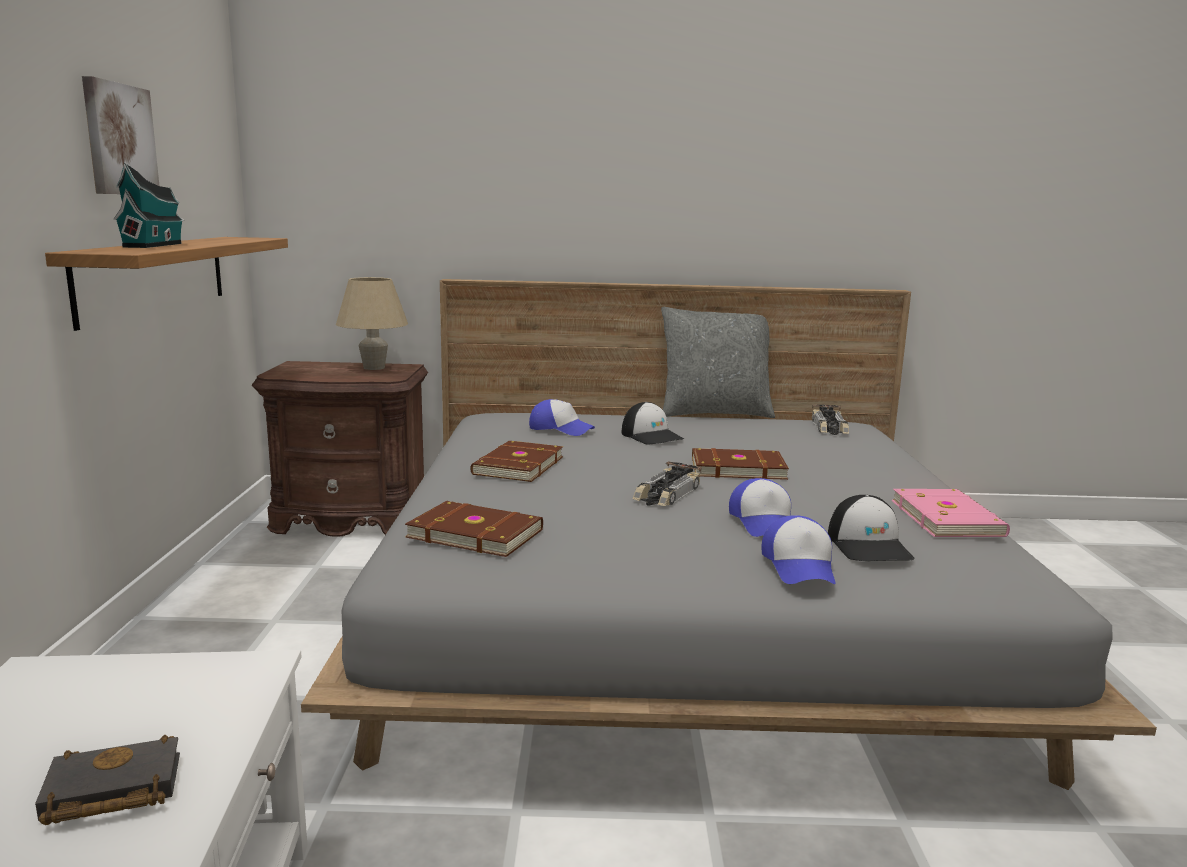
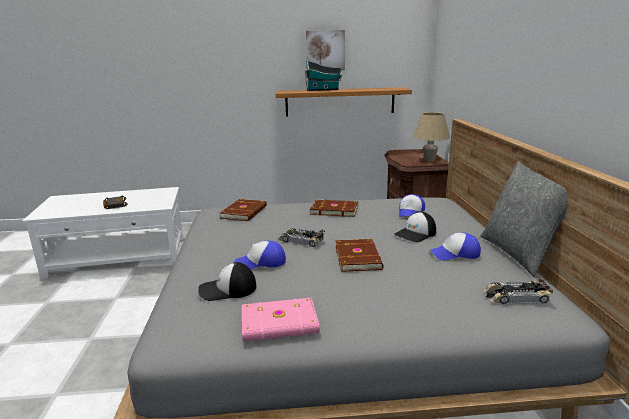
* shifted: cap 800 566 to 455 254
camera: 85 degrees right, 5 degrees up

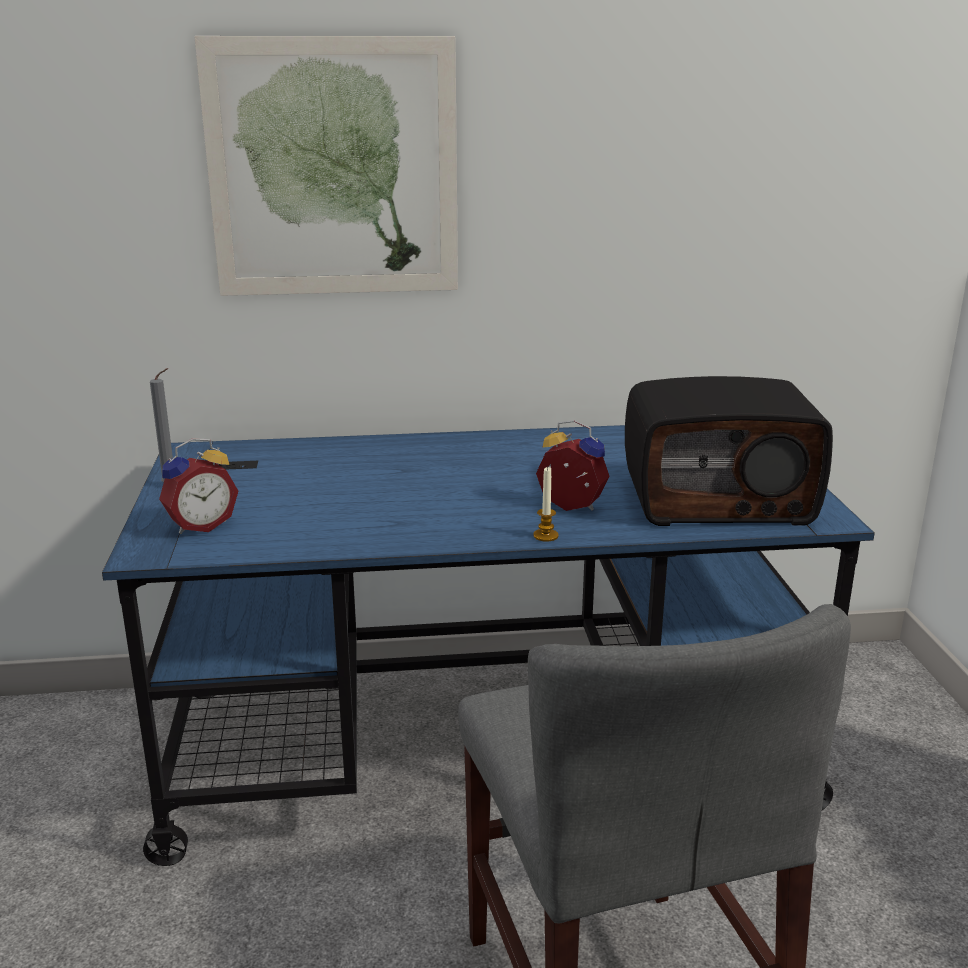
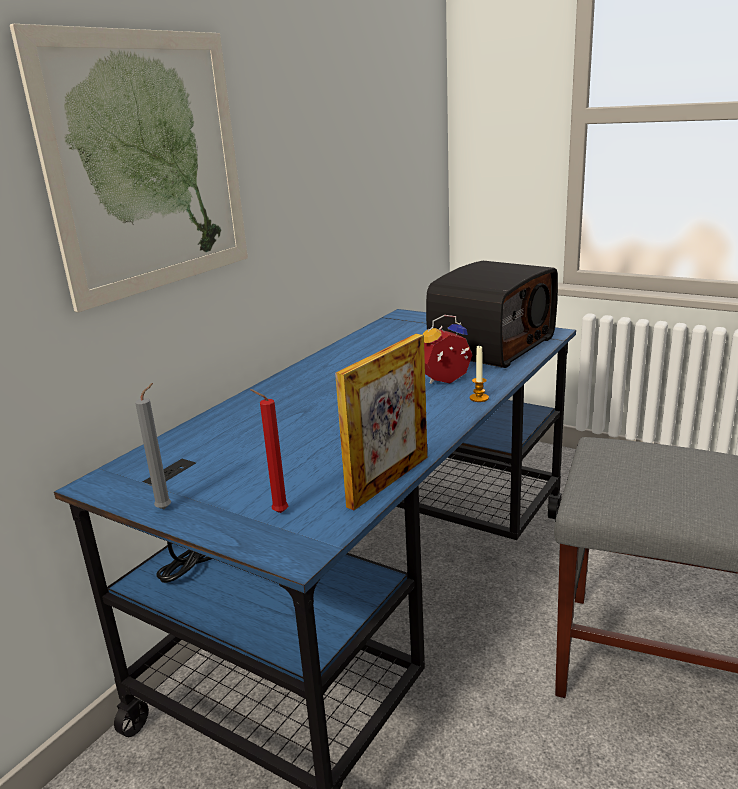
* swapped: alarm clock 200 525 to red candle 277 513
* new: picture frame 389 481
camera: 50 degrees left, 0 degrees up

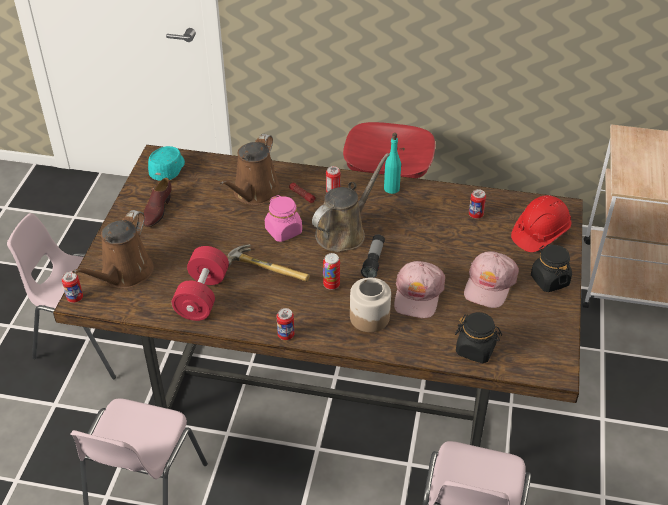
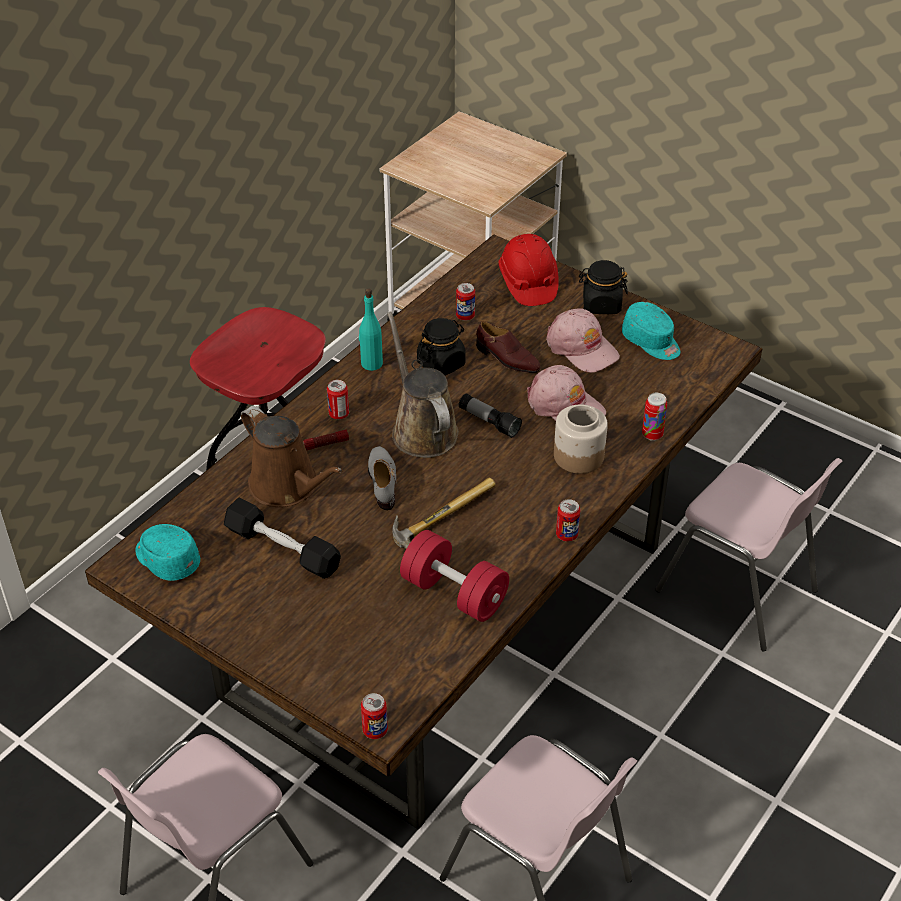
* gone: brown watering can 124 274
* shifted: brown shoe 157 210 to 507 359
* swapped: pink jar 284 231 to grey shoe 383 481
* shifted: can 331 285 to 652 435
* shifted: black jar 475 349 to 441 363
* new: black dumbbell 282 549
* new: turquoise cap 651 342
camera: 65 degrees left, 0 degrees up

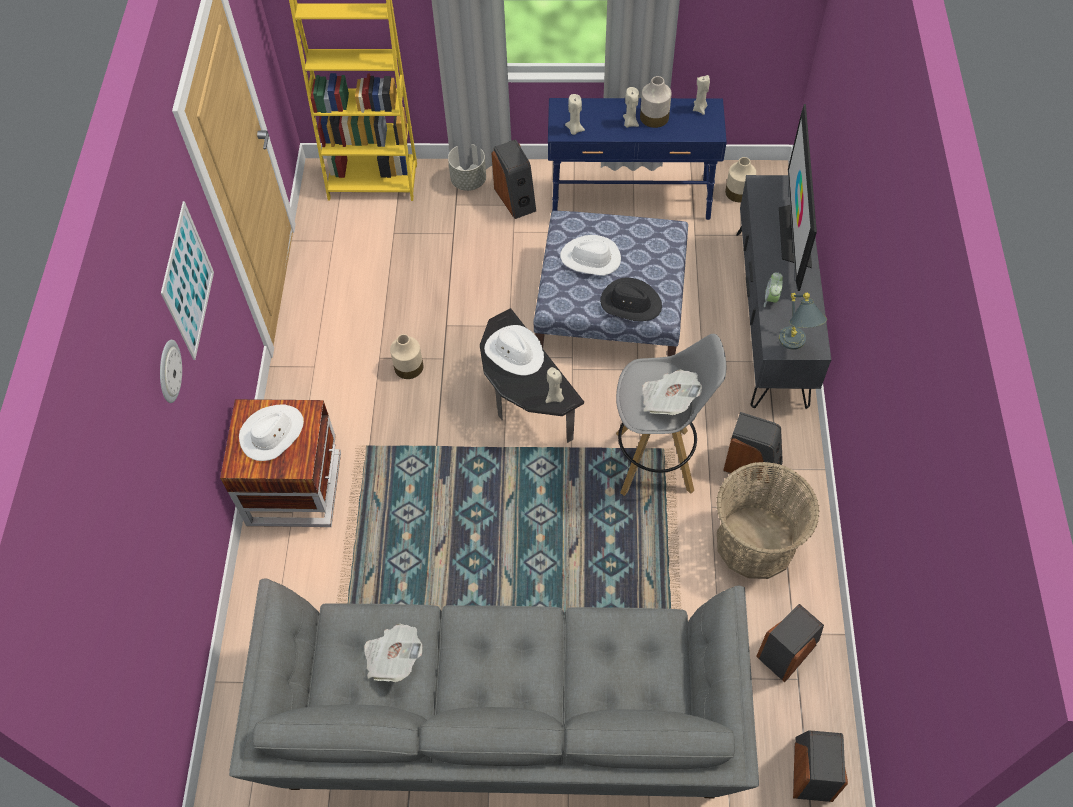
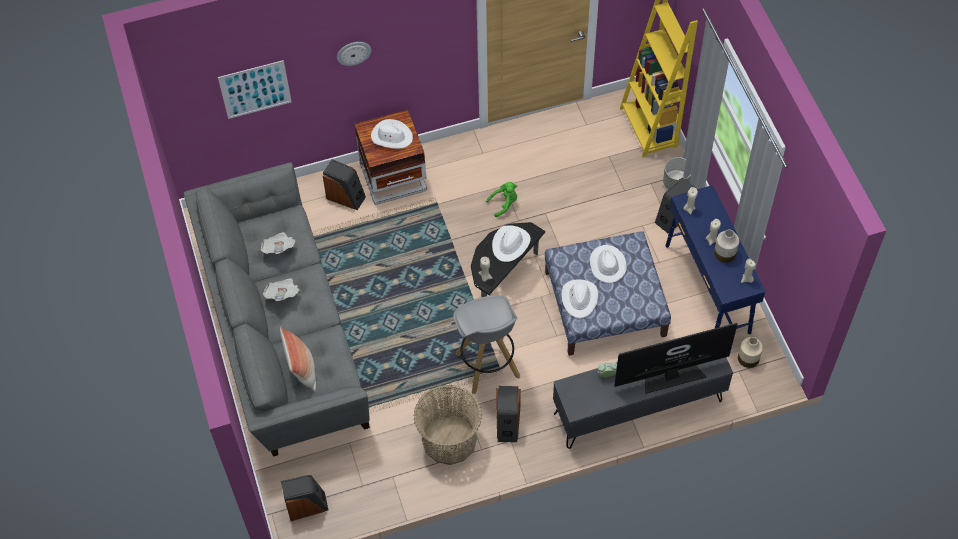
* shifted: picture 188 281 to 255 89
* swapped: beige vase 409 366 to green plush toy 504 203
* repainted: black hat 630 303 to white hat 579 298
* shifted: newspaper 668 400 to 283 294
* shifted: speaker 788 650 to 346 197
* gone: grey table lamp 795 346
* new: pillow 302 370
camera: 70 degrees right, 0 degrees up

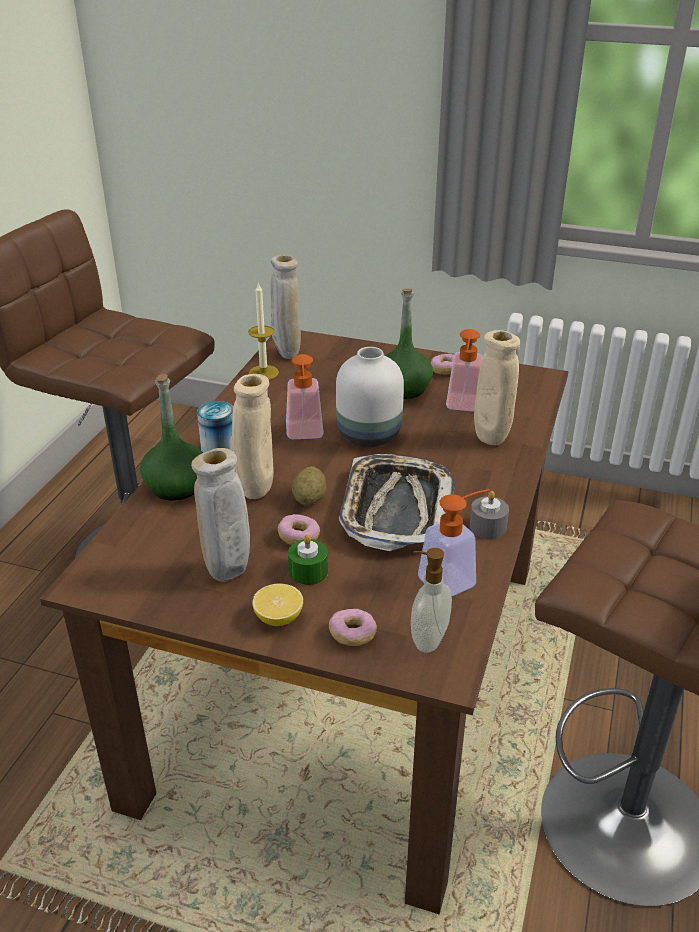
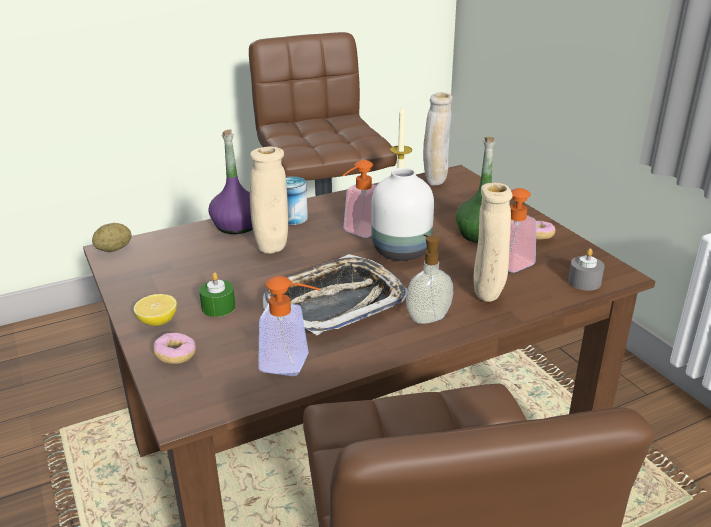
* repainted: green bottle 176 486 to purple bottle 236 225
* gone: beige vase 228 575
* gone: donut 299 537
* shifted: potato 309 499 to 114 249
* shifted: soap dispenser 427 639 to 428 317
* shifted: grey candle 488 527 to 584 282
camera: 45 degrees right, 5 degrees down

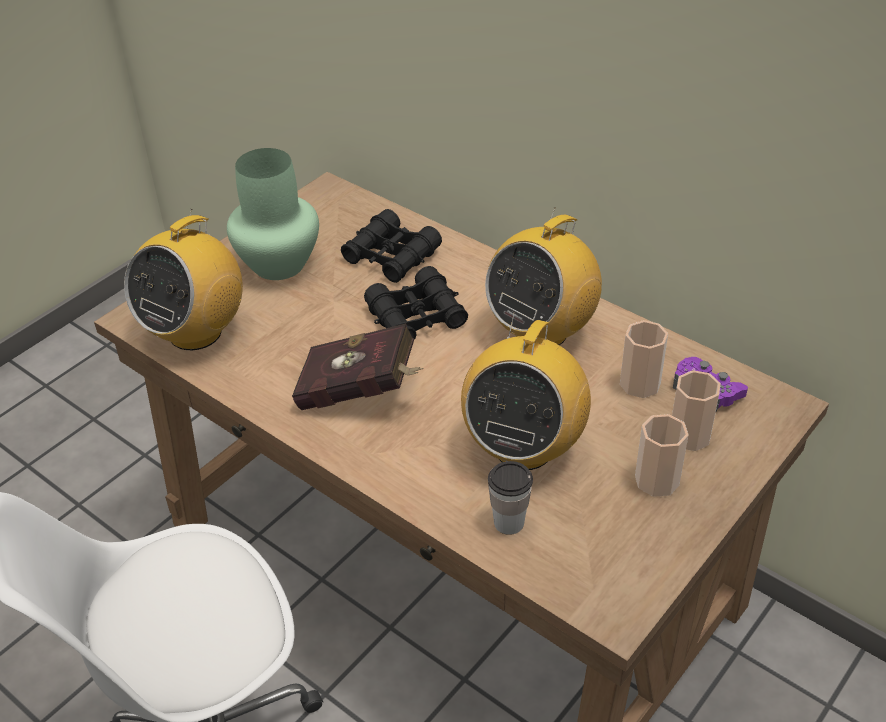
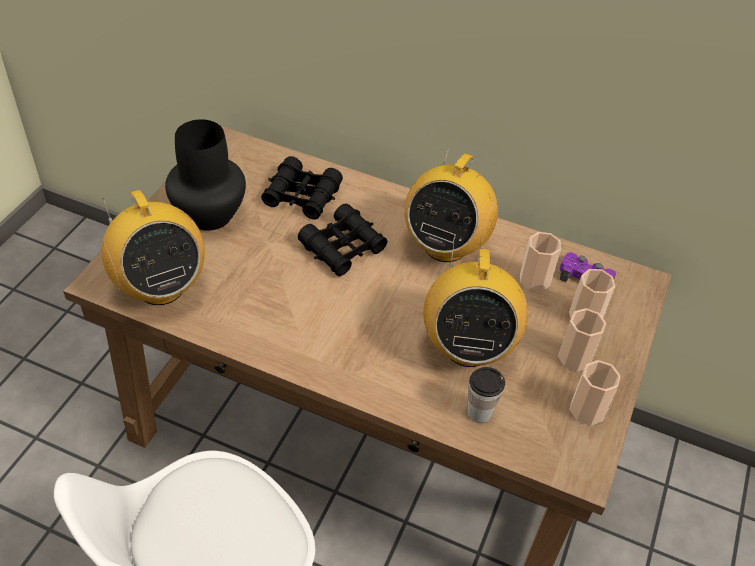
* rotated: radio 195 332 = 160 287 45 degrees counterclockwise
* repainted: green vase 277 265 to black vase 208 216
* gone: red book 361 392
* new: cup 587 410
camera: 20 degrees left, 5 degrees up

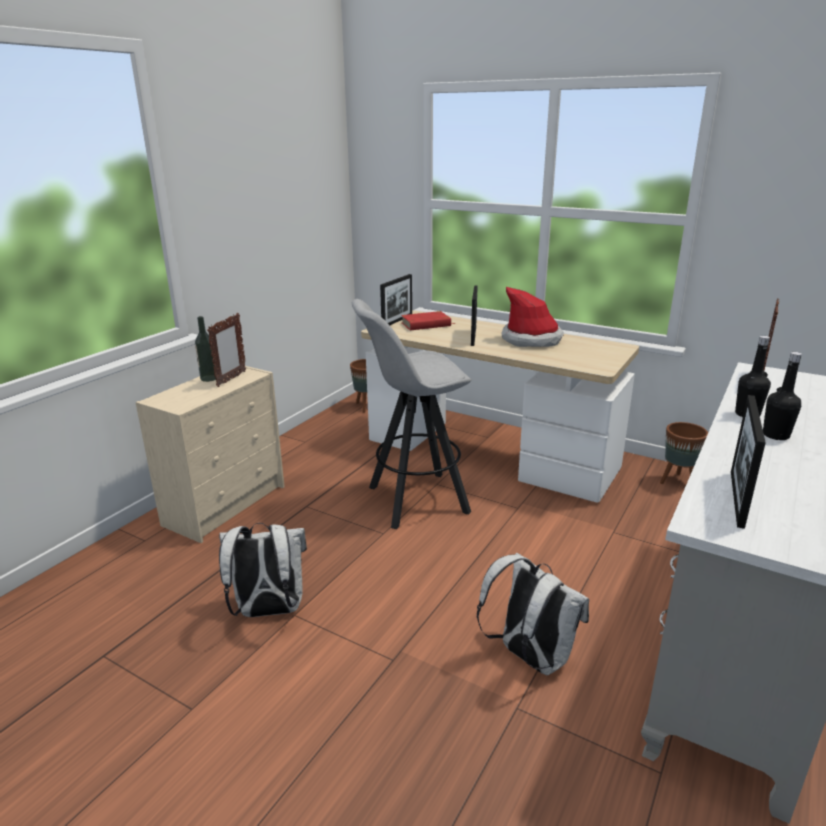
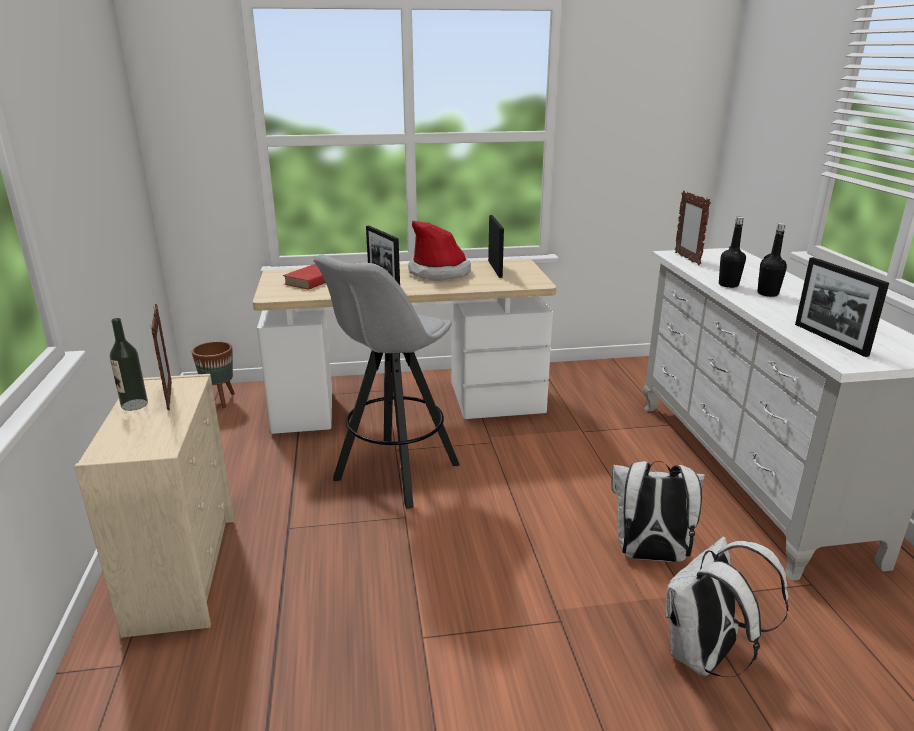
* shifted: white backpack 268 611 to 705 657
* shifted: picture frame 397 321 to 495 269
* gone: brown planter 677 482
camera: 40 degrees left, 0 degrees up

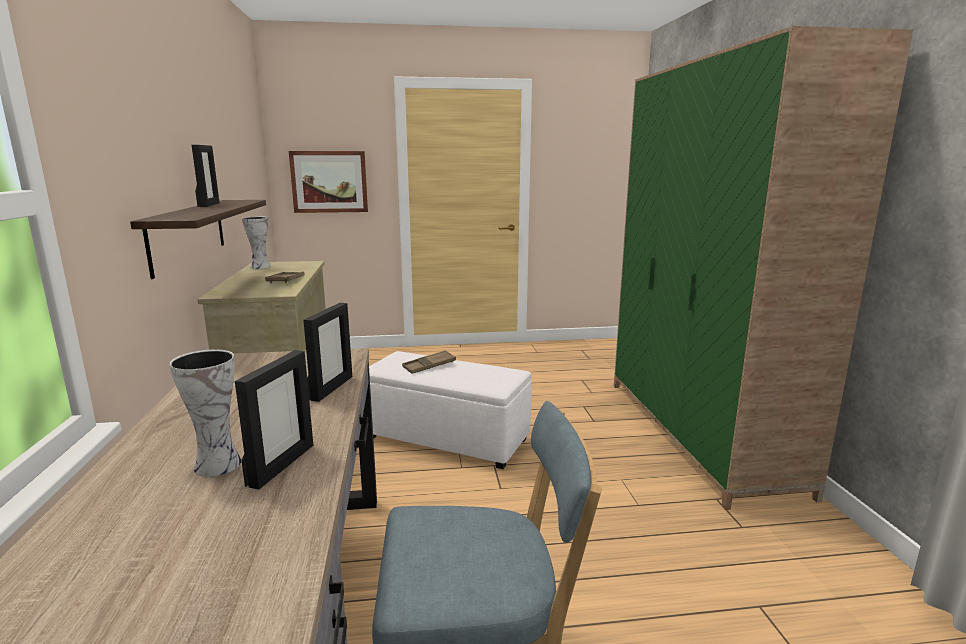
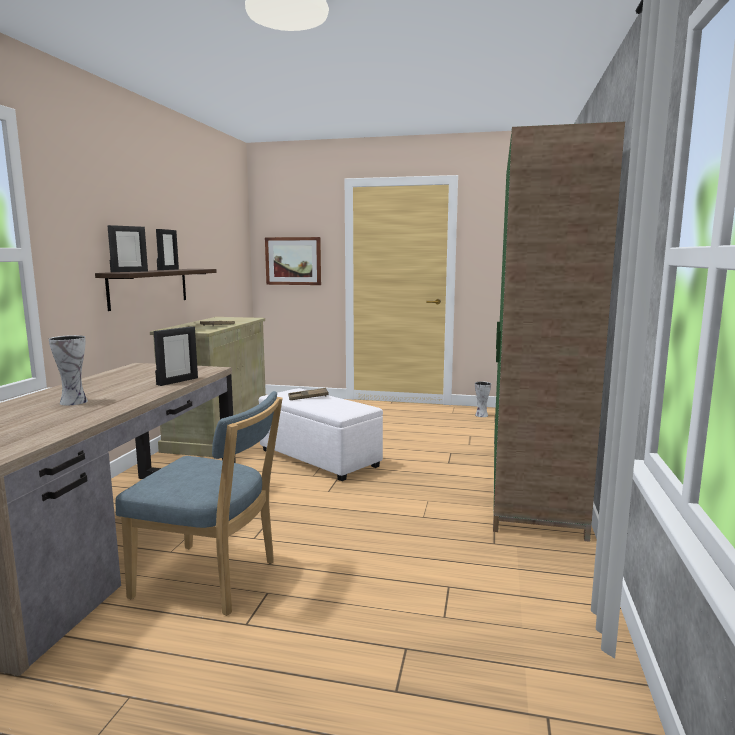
* shifted: picture frame 281 464 to 129 271
* shifted: vase 259 267 to 481 415
camera: 20 degrees right, 5 degrees down

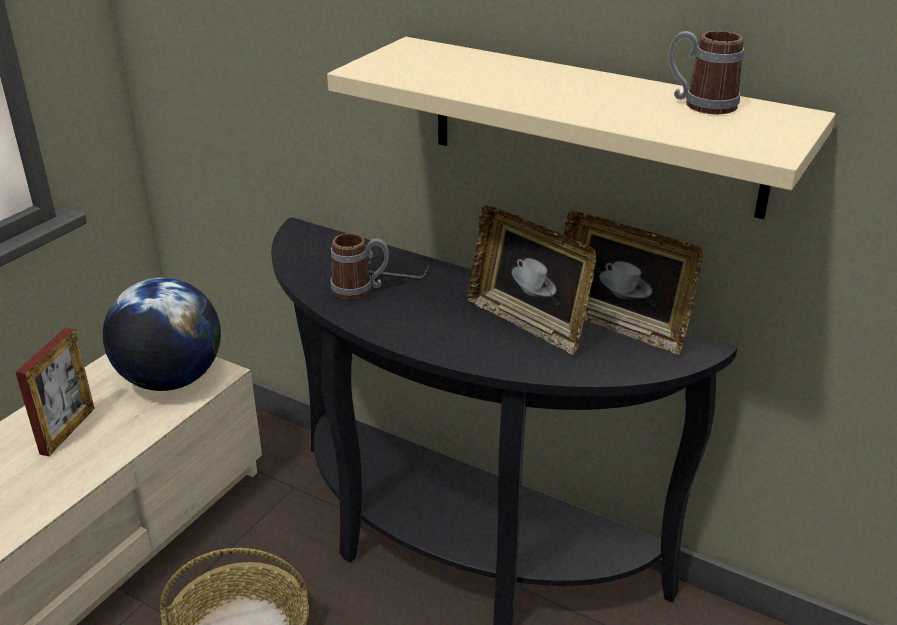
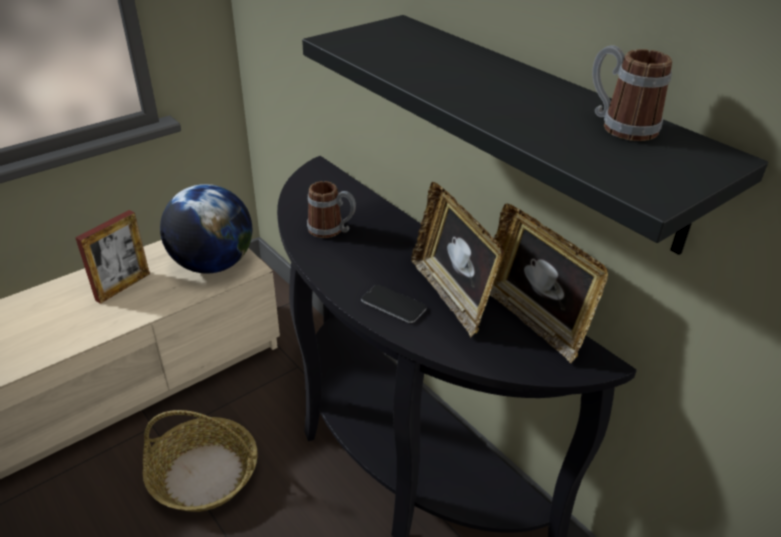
* repainted: beige shelf 594 125 to black shelf 540 126
* shifted: phone 397 269 to 393 305
camera: 20 degrees right, 5 degrees up

